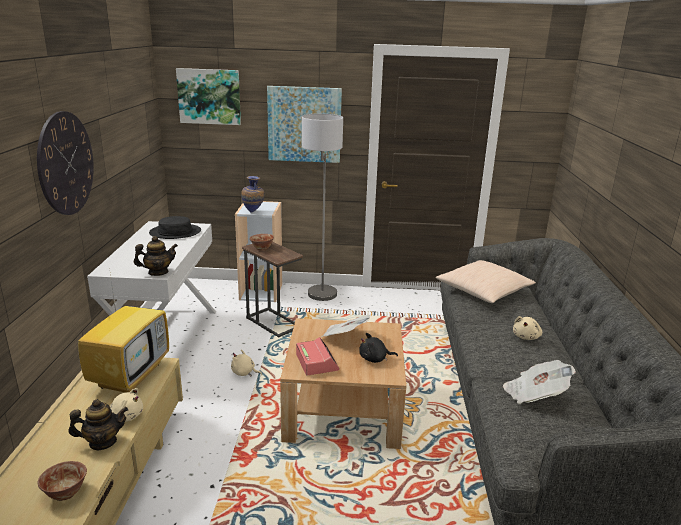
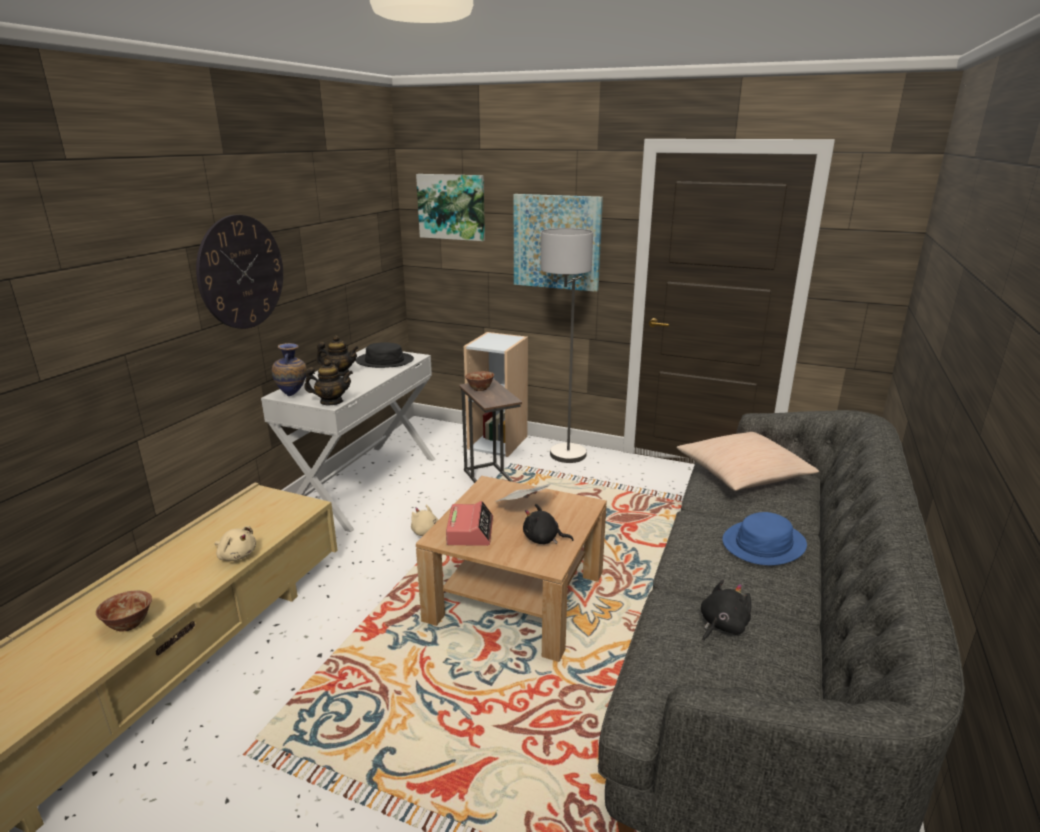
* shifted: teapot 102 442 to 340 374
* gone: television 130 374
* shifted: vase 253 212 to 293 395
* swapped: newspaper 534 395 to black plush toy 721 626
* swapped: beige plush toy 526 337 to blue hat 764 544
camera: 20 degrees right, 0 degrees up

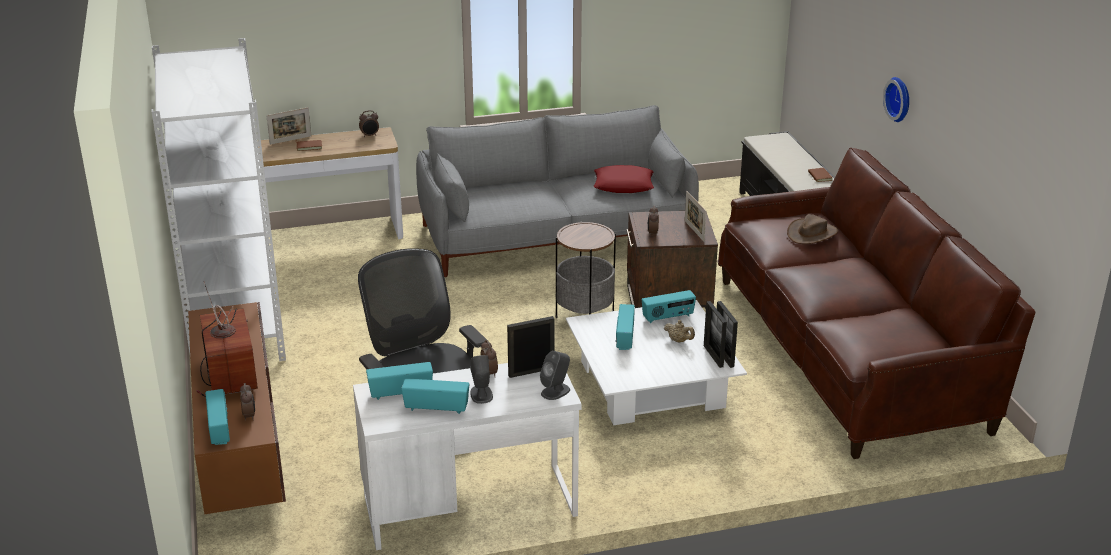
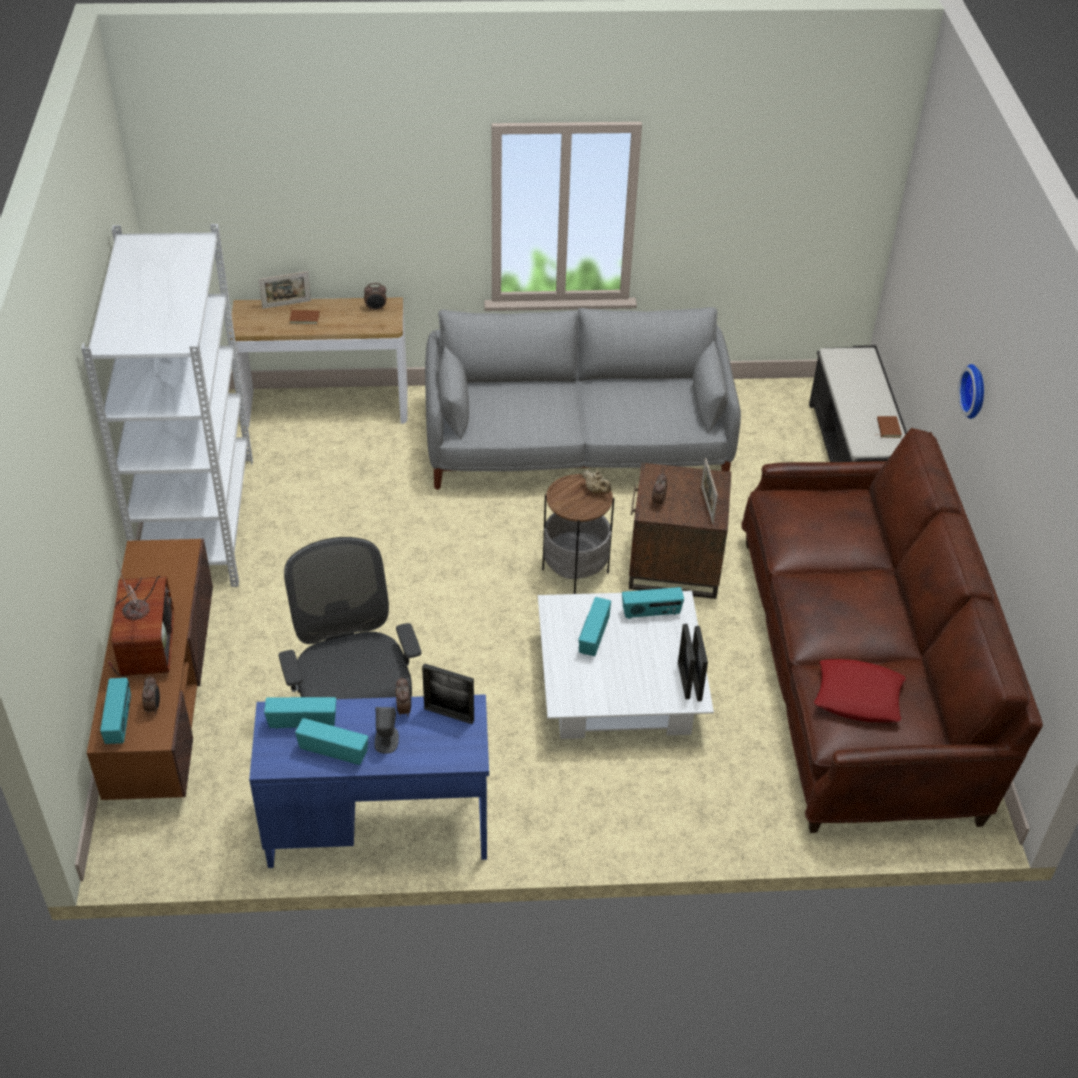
* repainted: white desk 469 505 to blue desk 378 824
* rotated: picture frame 531 372 = 449 714 150 degrees counterclockwise
* gone: grey speaker 556 391
* shifted: red pillow 623 185 to 858 696
* shifted: beige teapot 679 341 to 596 490
* gone: brown hat 812 233
camera: 10 degrees right, 15 degrees up

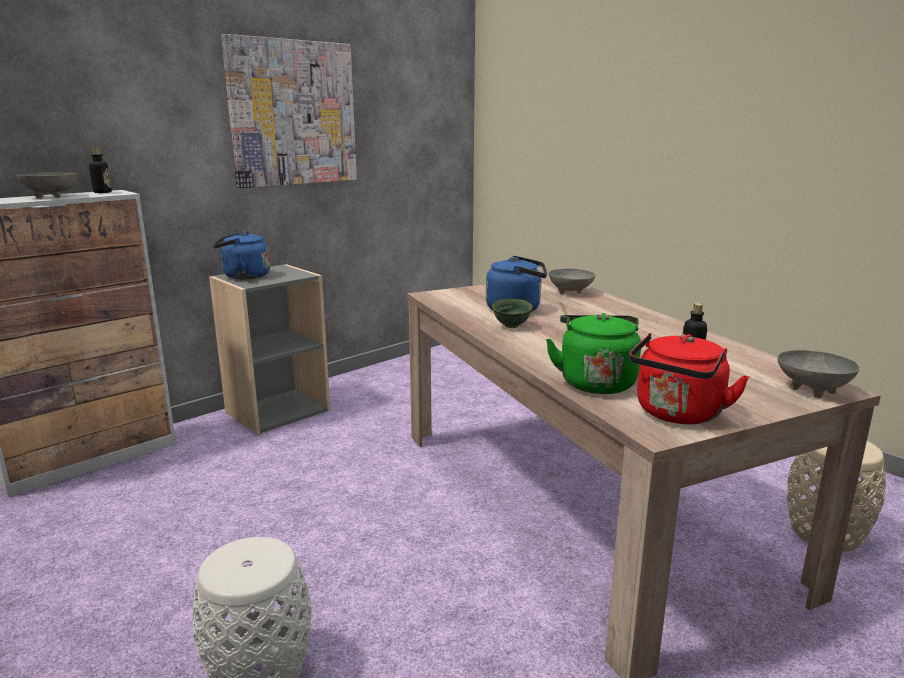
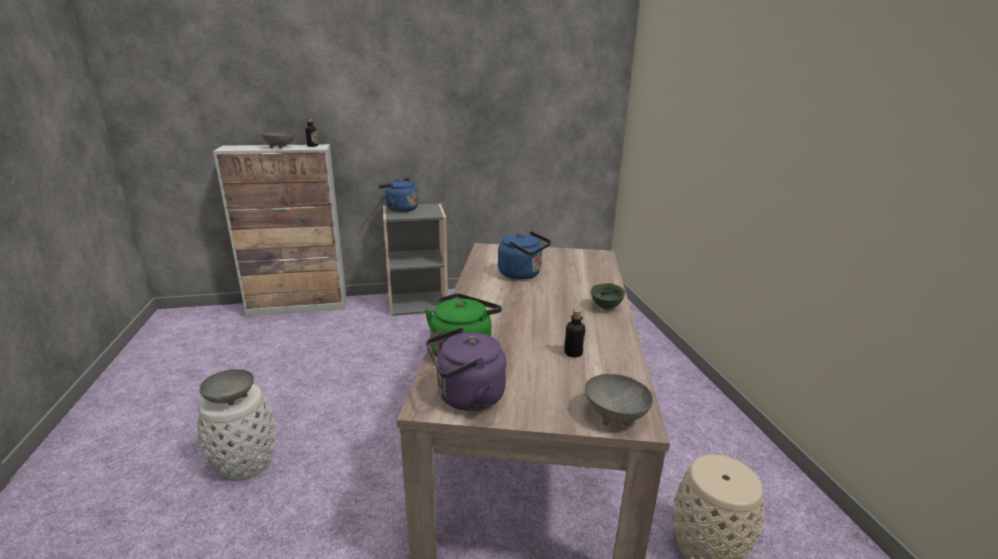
* gone: picture 293 113
* shifted: green bowl 512 326 to 606 307
* shifted: grey bowl 570 293 to 229 400
* repainted: red kettle 677 415 to purple kettle 466 397
camera: 30 degrees right, 5 degrees up

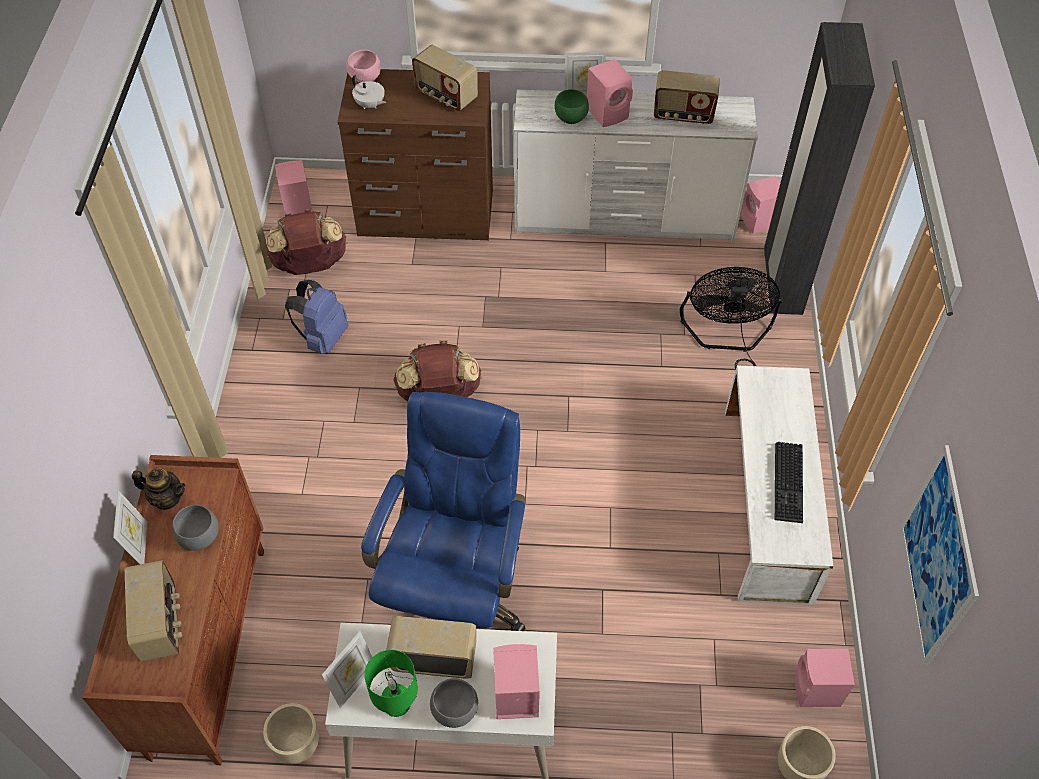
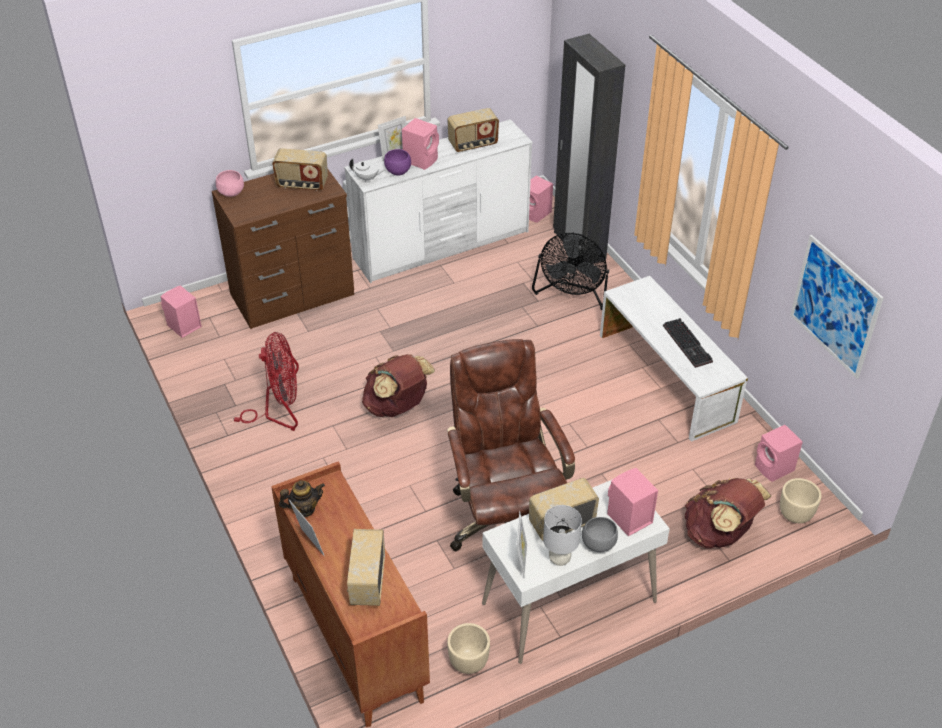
* rotated: radio 161 623 = 367 581 135 degrees counterclockwise
* gone: grey bowl 199 538
* shifted: brown backpack 310 265 to 719 533
* swapped: blue backpack 323 338 to red fan 278 405
* shifted: white teapot 370 105 to 367 178
* repainted: blue office chair 455 593 to brown office chair 505 521
* repainted: green table lamp 395 705 to grey table lamp 559 560
* repainted: green bowl 570 119 to purple bowl 398 172
* rotated: black fan 729 339 = 570 292 135 degrees counterclockwise
camera: 30 degrees left, 10 degrees down

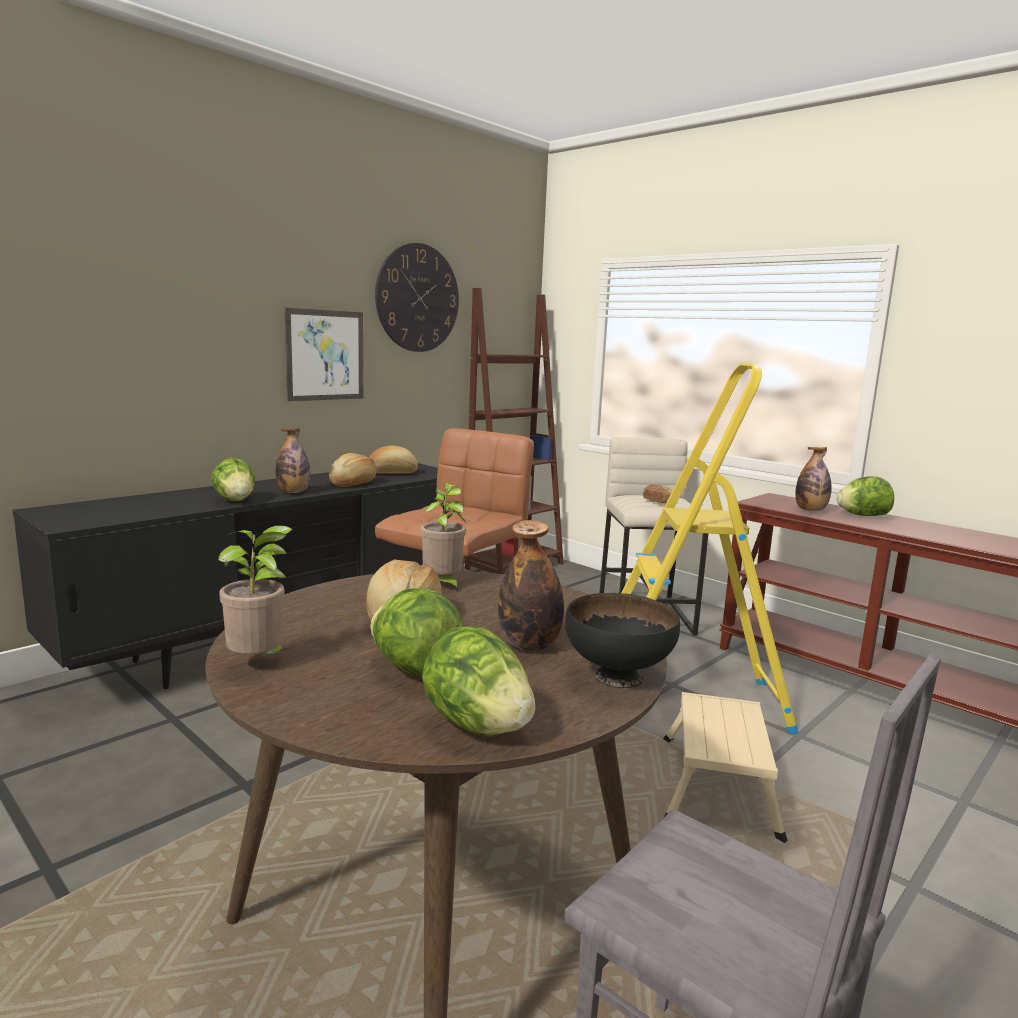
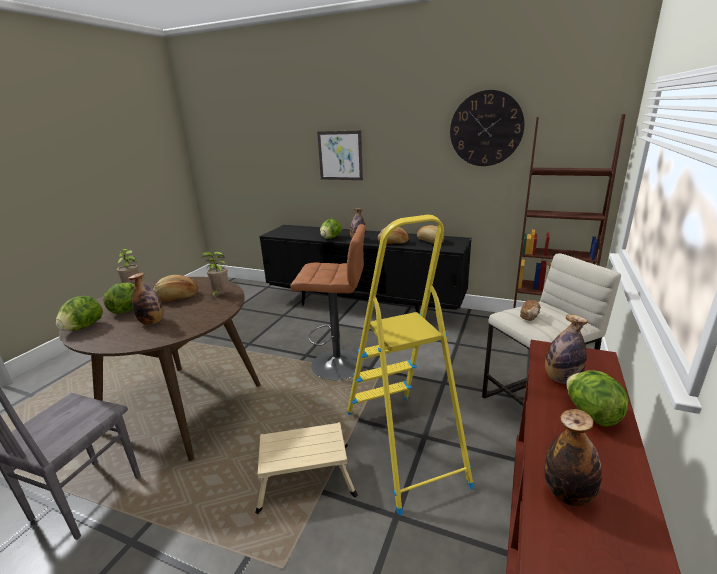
* shifted: picture 325 355 to 340 155
* gone: black bowl 617 676
* new: bottle 568 494
camera: 70 degrees right, 10 degrees up

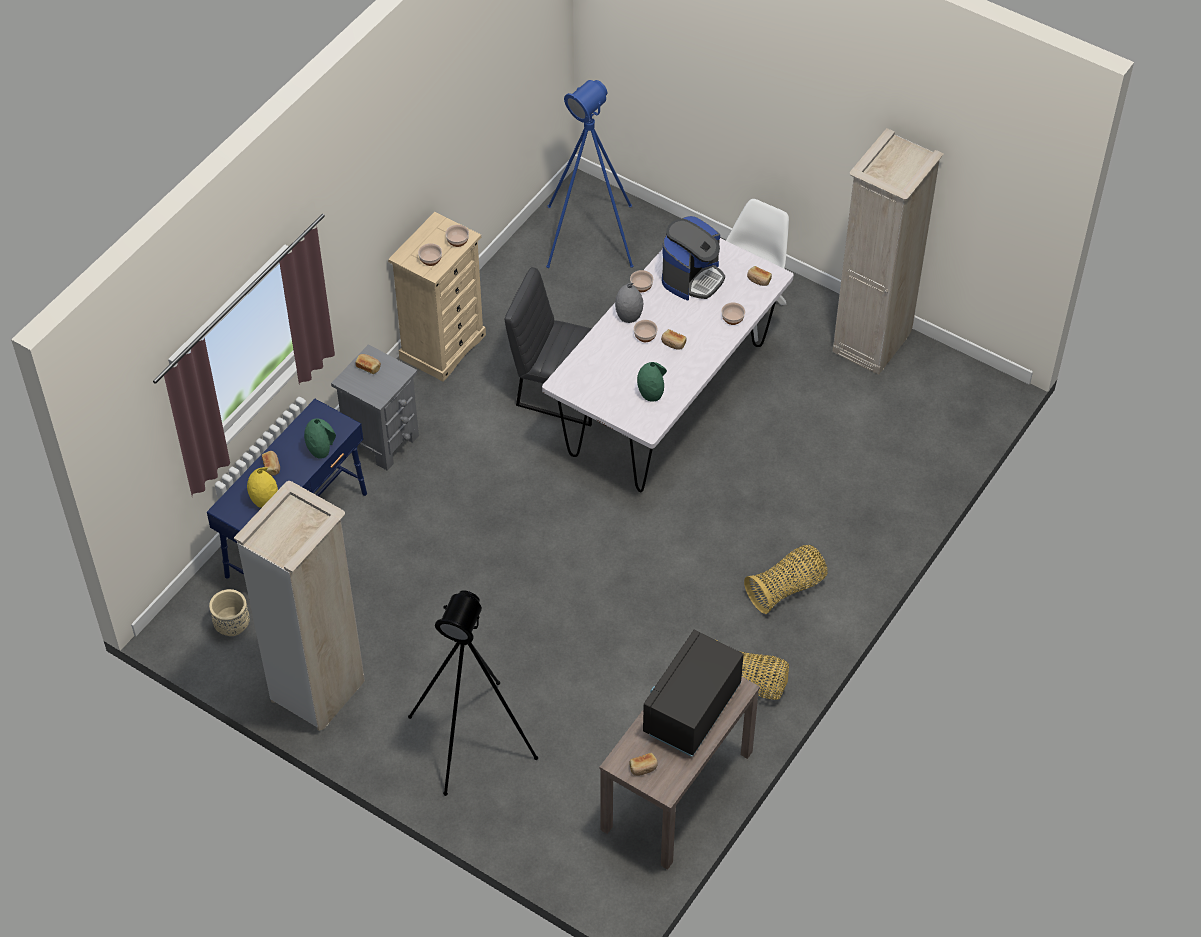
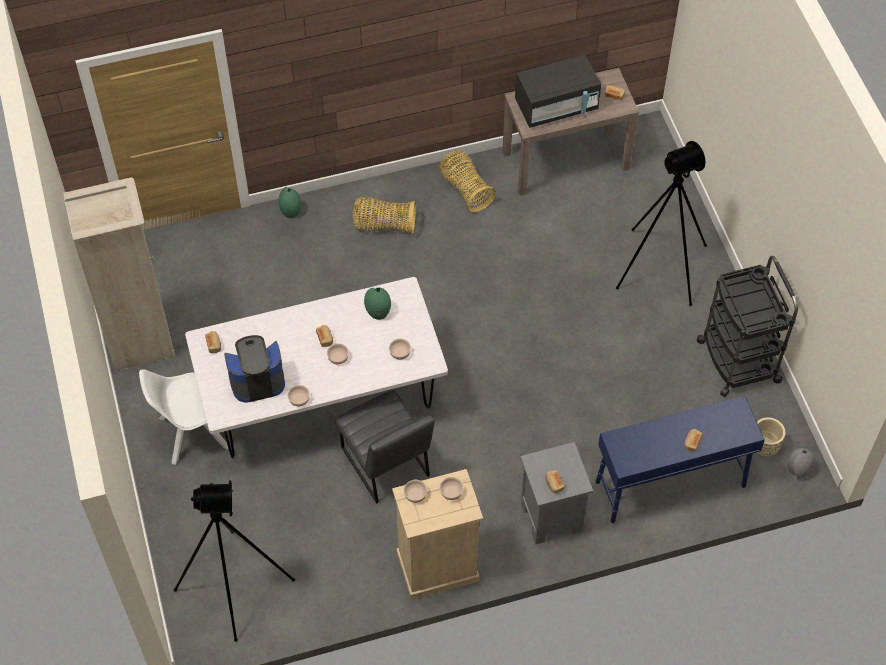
* swapped: beige cabinet 318 692 to black cart 737 360
* gone: yellow vase 264 499
* shifted: green vase 321 449 to 290 212
* repainted: blue floor lamp 589 237 to black floor lamp 235 585
* shifted: grey vase 628 315 to 797 471
* shifted: bowl 733 318 to 399 353
camera: 140 degrees left, 5 degrees up

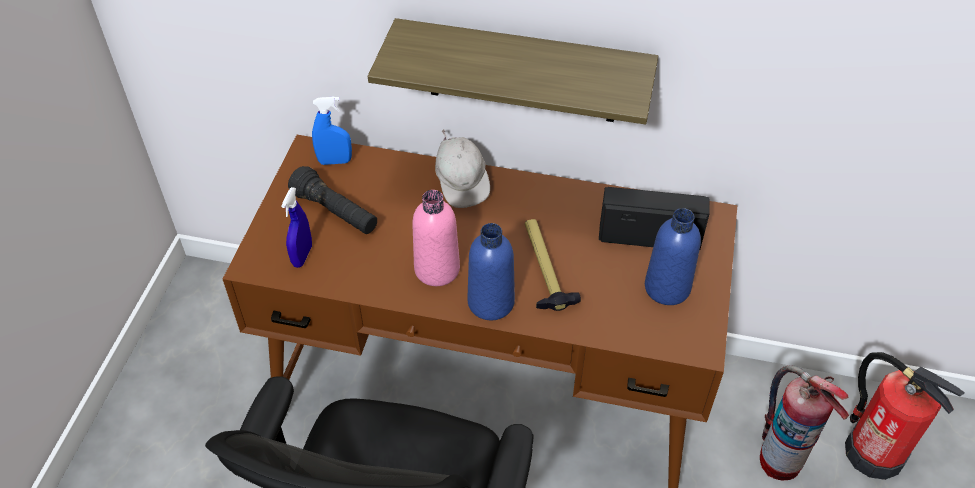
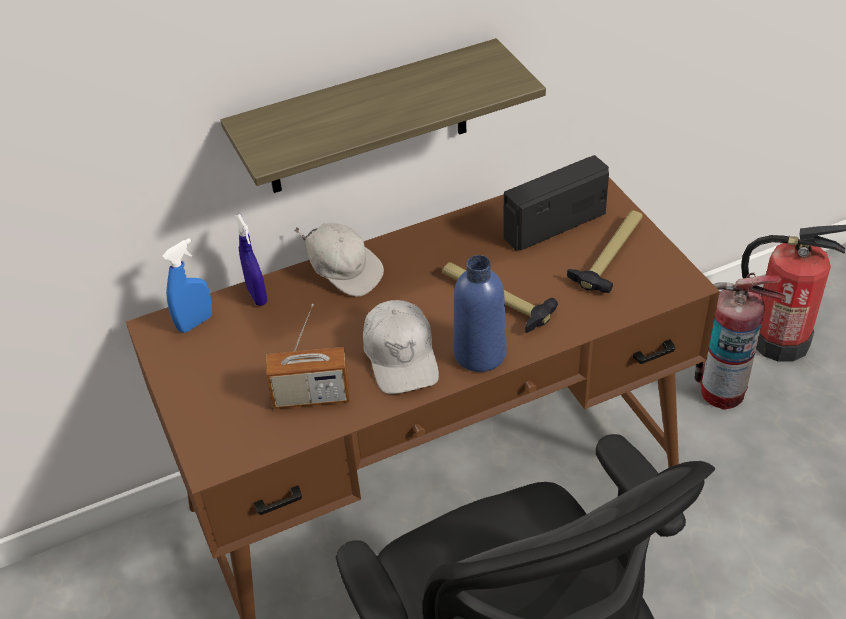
* shifted: blue spray bottle 302 256 to 257 295
* gone: black flashlight 336 212
* swapped: pink bottle 437 269 to white cap 401 356
* swapped: blue bottle 667 288 to hammer 610 255
* new: radio 311 396
camera: 35 degrees left, 5 degrees down

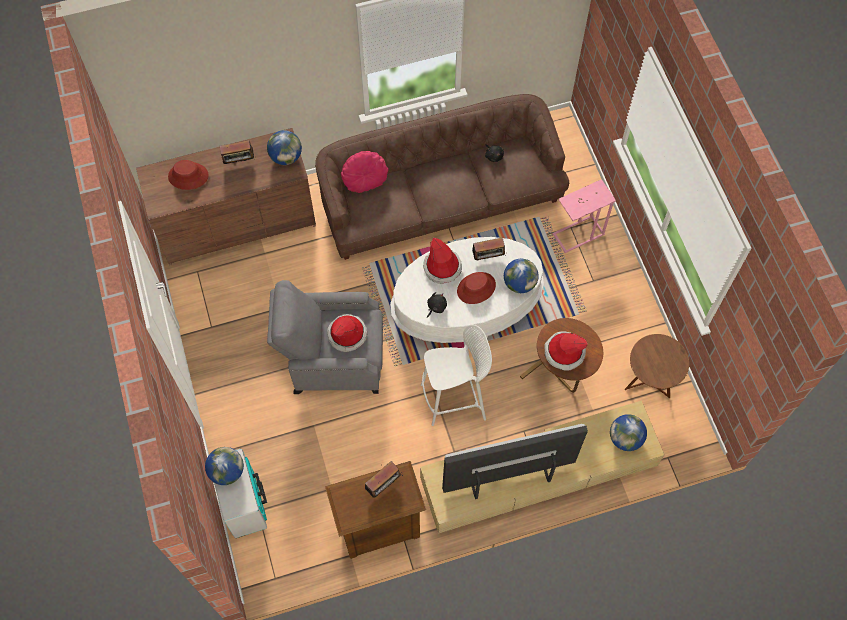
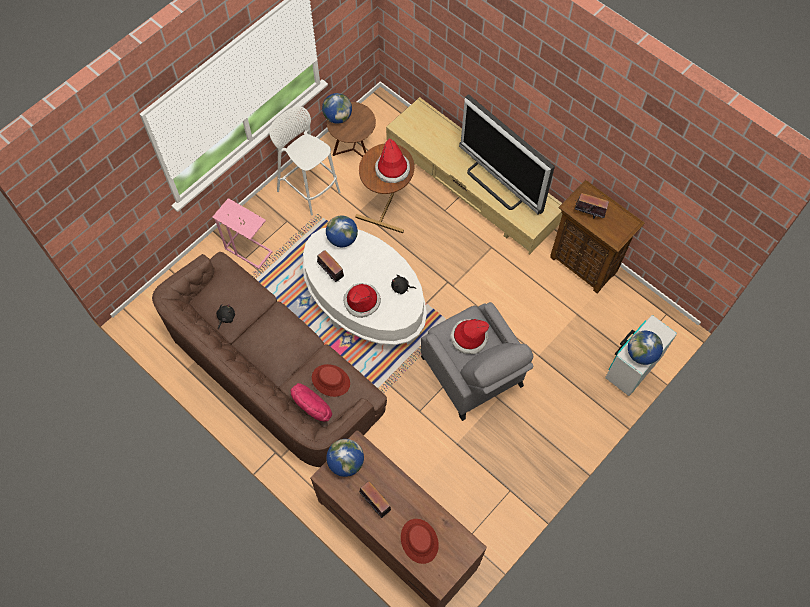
* shifted: white stool 454 398 to 309 188
* shifted: red hat 476 288 to 331 380
* shifted: globe 625 438 to 337 117
camera: 120 degrees left, 0 degrees up

